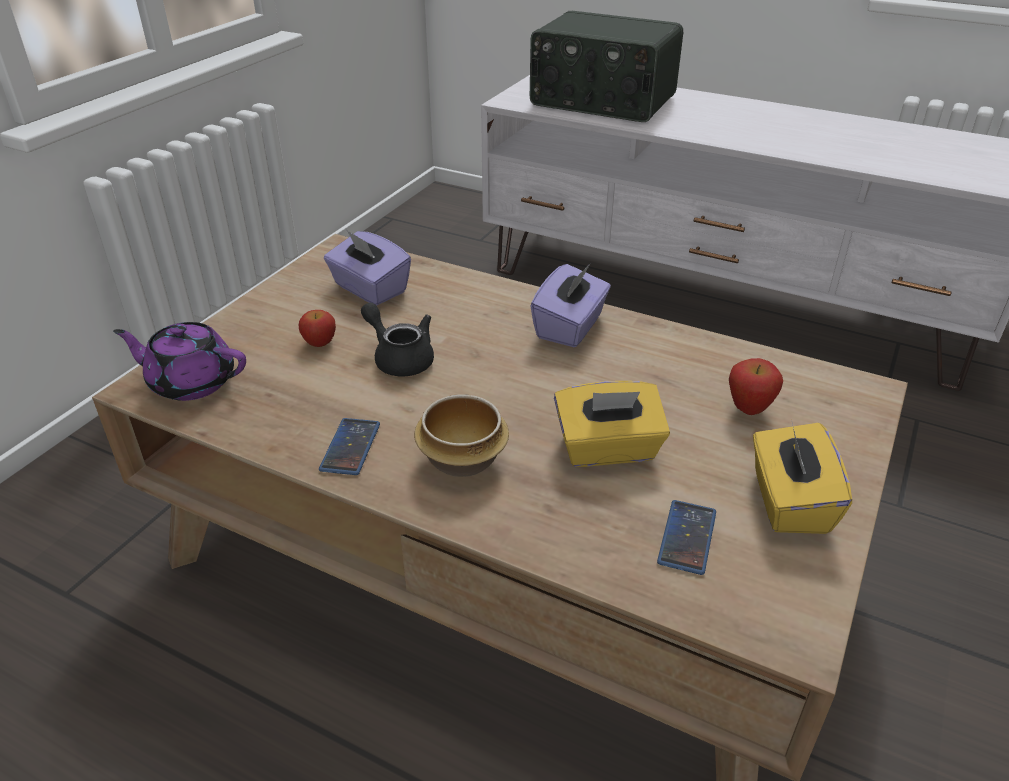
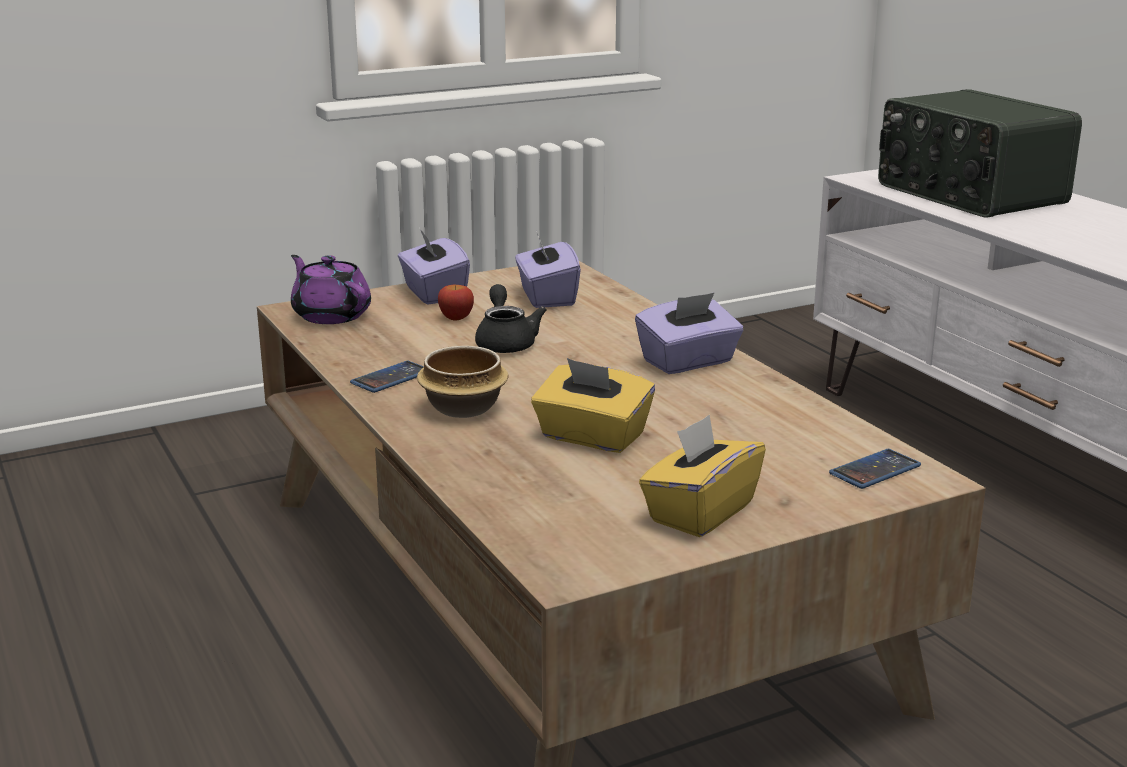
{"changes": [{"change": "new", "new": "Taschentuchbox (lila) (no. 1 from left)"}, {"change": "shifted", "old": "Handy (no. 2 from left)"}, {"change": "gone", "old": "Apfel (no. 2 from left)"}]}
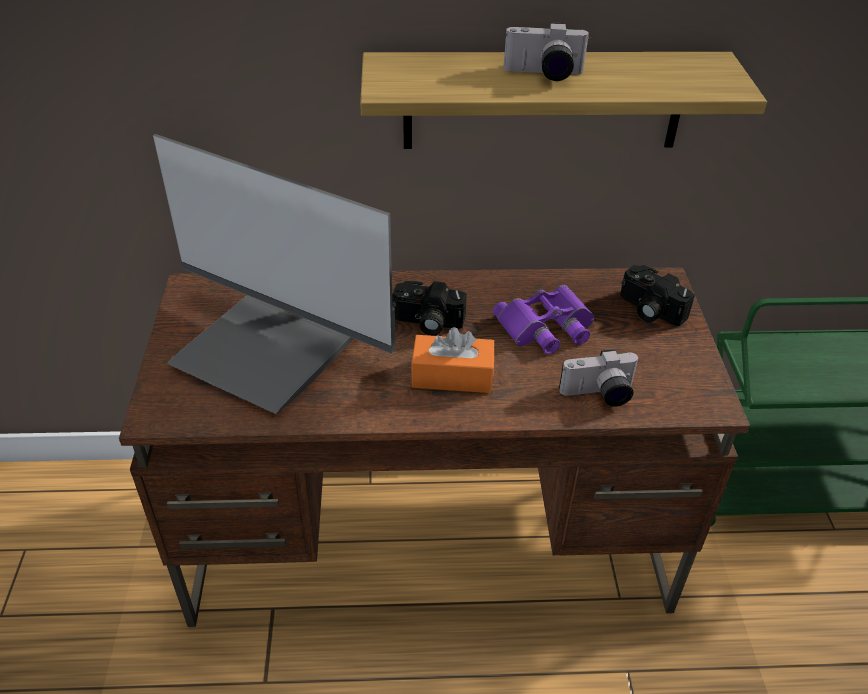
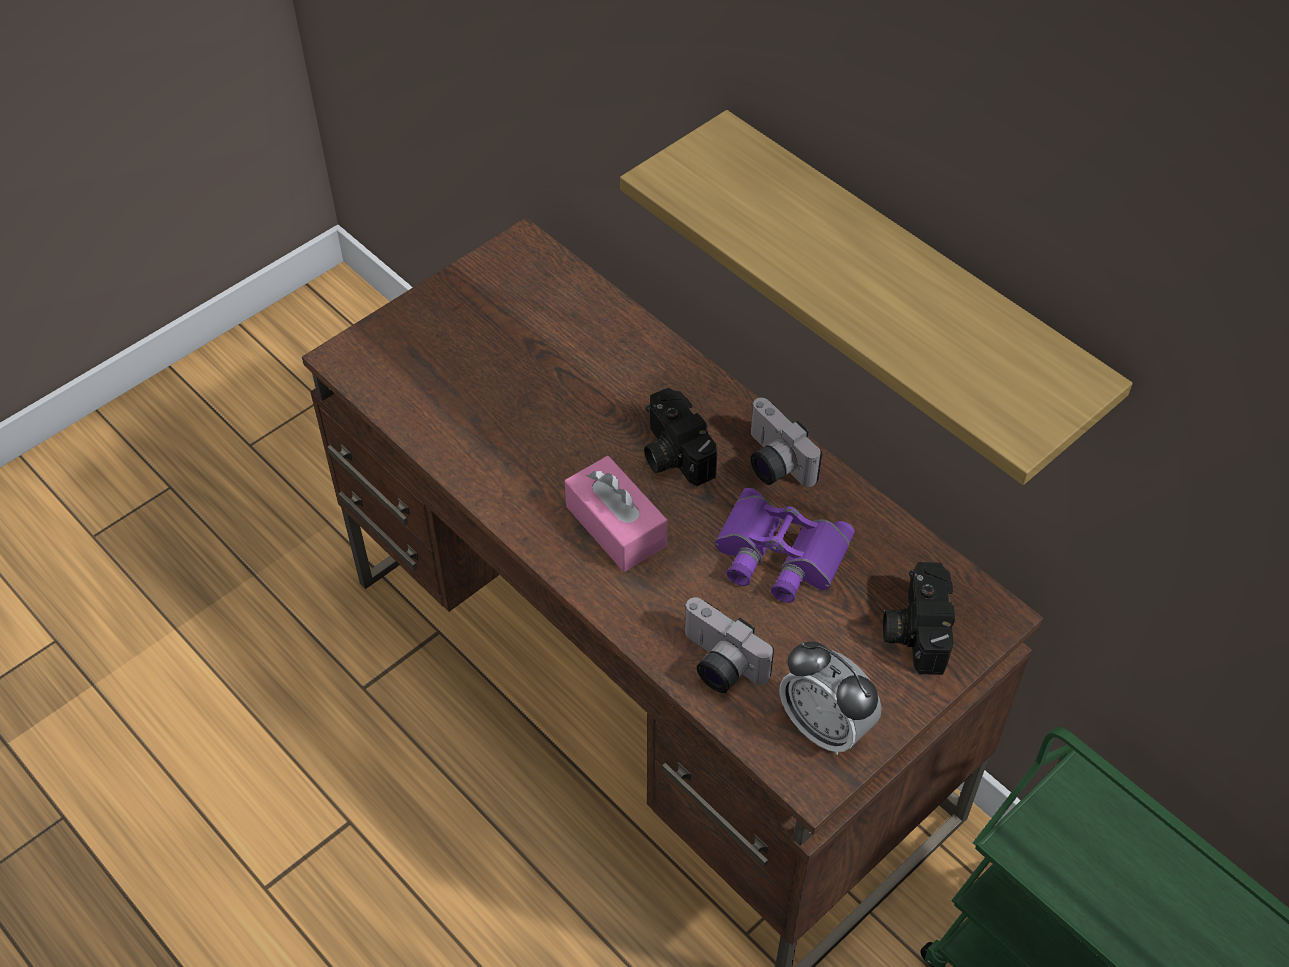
{"changes": [{"change": "repainted", "old": "Taschentuchbox (orange)", "new": "Taschentuchbox (rosa)"}, {"change": "shifted", "old": "Kamera (no. 2 from left in the first image)", "new": "Kamera (no. 3 from left)"}, {"change": "new", "new": "Wecker"}, {"change": "gone", "old": "Monitor"}]}
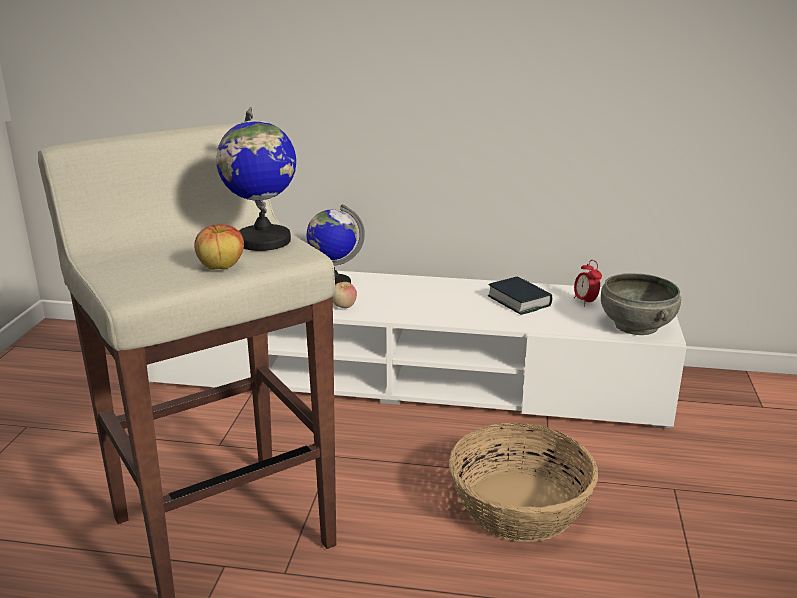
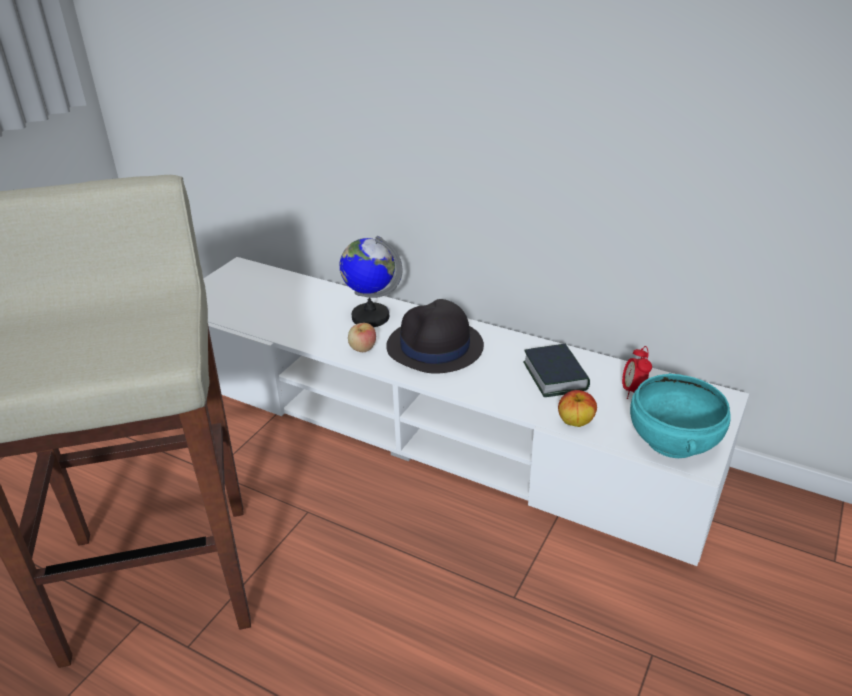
{"changes": [{"change": "new", "new": "Hut (schwarz)"}, {"change": "shifted", "old": "Apfel (no. 1 from left in the first image)", "new": "Apfel (no. 2 from left)"}, {"change": "repainted", "old": "Schüssel (grau)", "new": "Schüssel (türkis)"}, {"change": "gone", "old": "Globus (no. 1 from left)"}, {"change": "gone", "old": "Korb"}]}
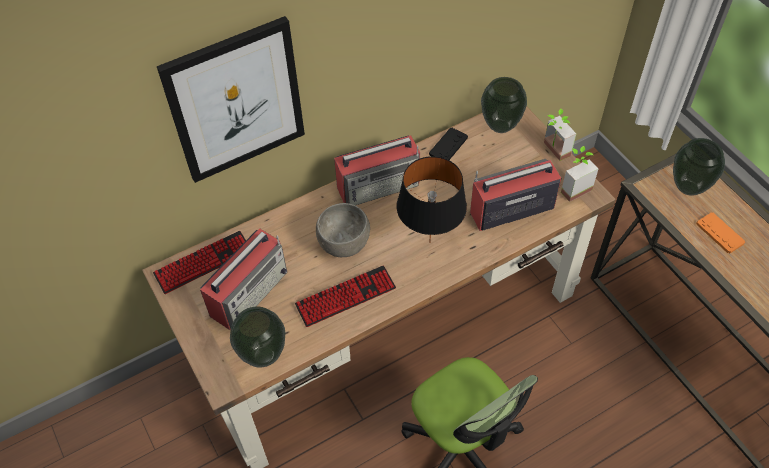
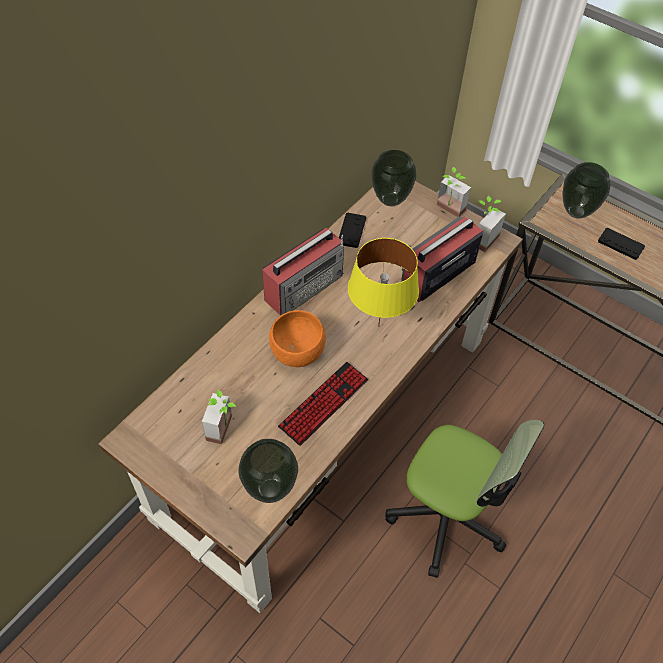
{"changes": [{"change": "swapped", "old": "Radio (no. 1 from left)", "new": "Topfpflanze (no. 1 from left)"}, {"change": "repainted", "old": "Schüssel (grau)", "new": "Schüssel (orange)"}, {"change": "repainted", "old": "Tischlampe (schwarz)", "new": "Tischlampe (gelb)"}, {"change": "repainted", "old": "Gamepad (orange)", "new": "Gamepad (schwarz) (no. 2 from left)"}, {"change": "gone", "old": "Tastatur (no. 1 from left)"}, {"change": "gone", "old": "Bild"}]}
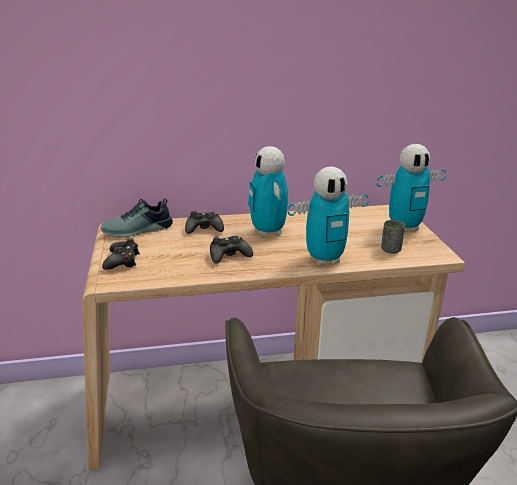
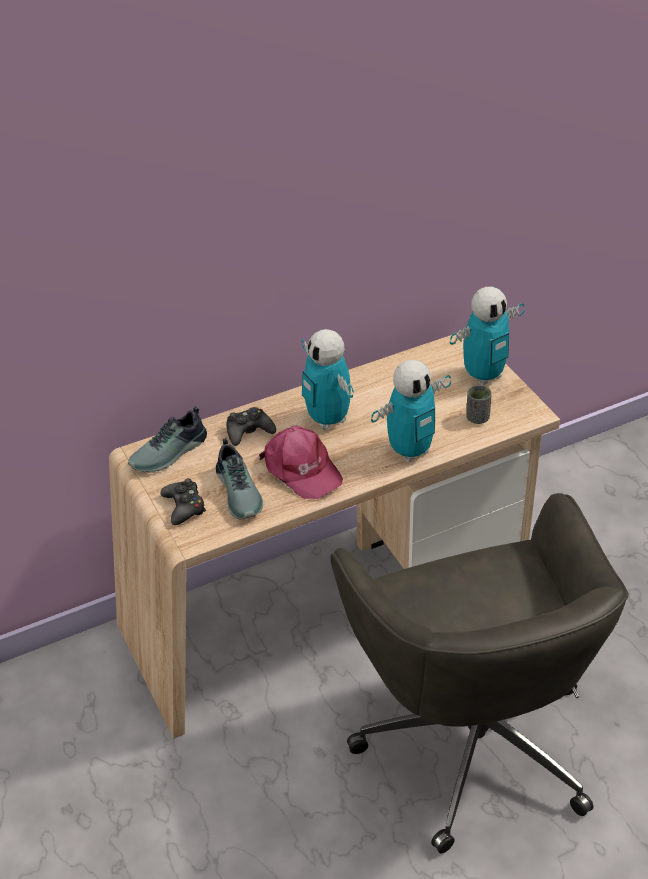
{"changes": [{"change": "new", "new": "Schuh (no. 2 from left)"}, {"change": "swapped", "old": "Gamepad (schwarz) (no. 3 from left)", "new": "Kappe (rosa)"}]}
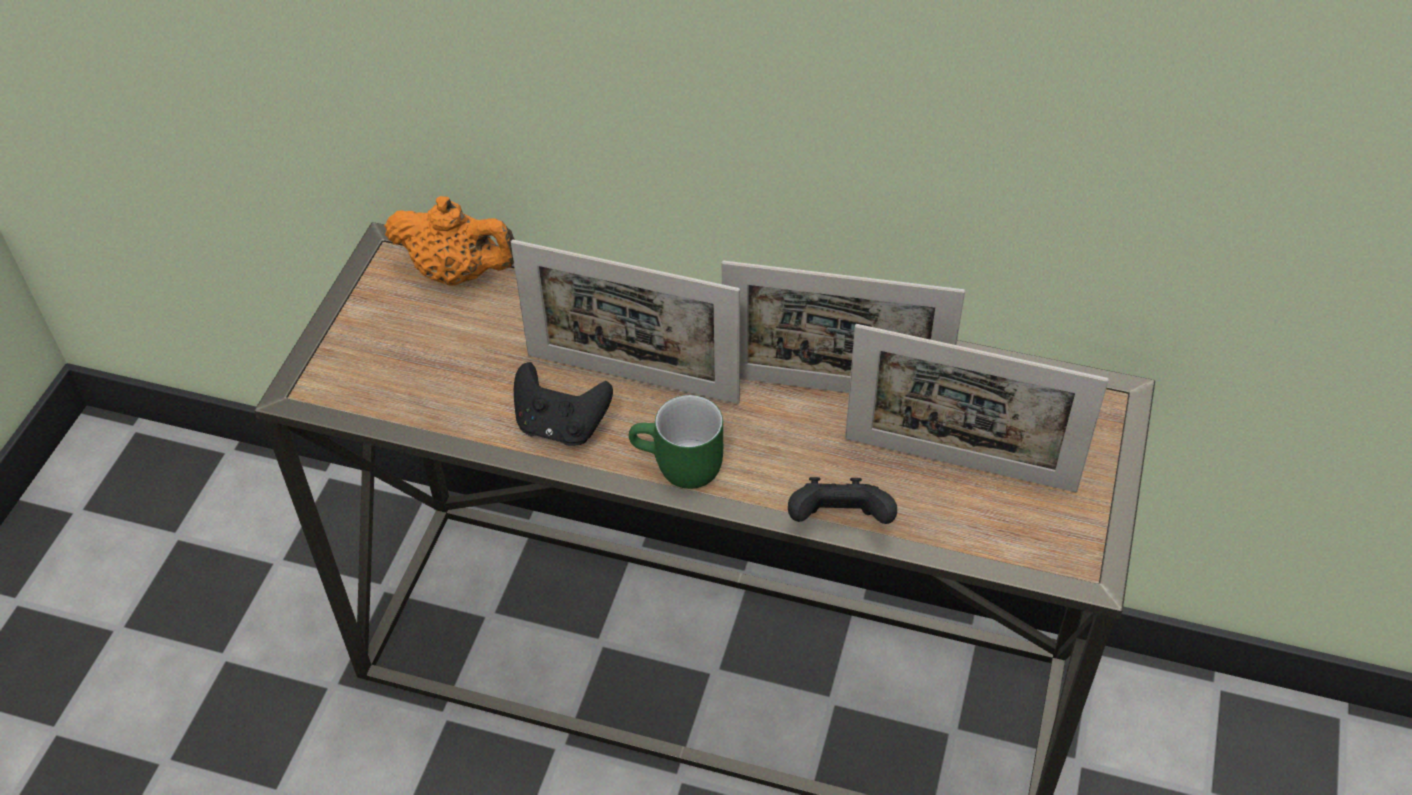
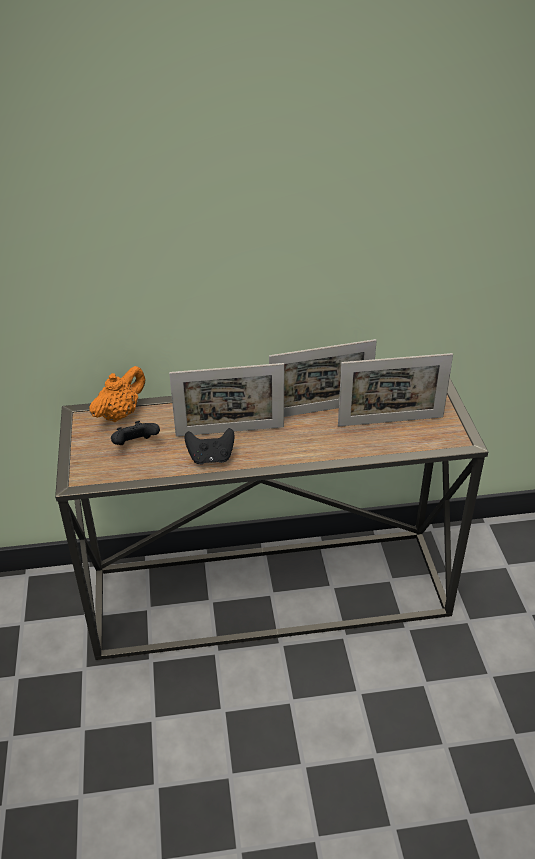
{"changes": [{"change": "rotated", "old": "Teekanne (orange)", "degrees": -45}, {"change": "shifted", "old": "Gamepad (schwarz) (no. 2 from left in the first image)", "new": "Gamepad (schwarz) (no. 1 from left)"}, {"change": "gone", "old": "Henkelbecher (grün)"}]}
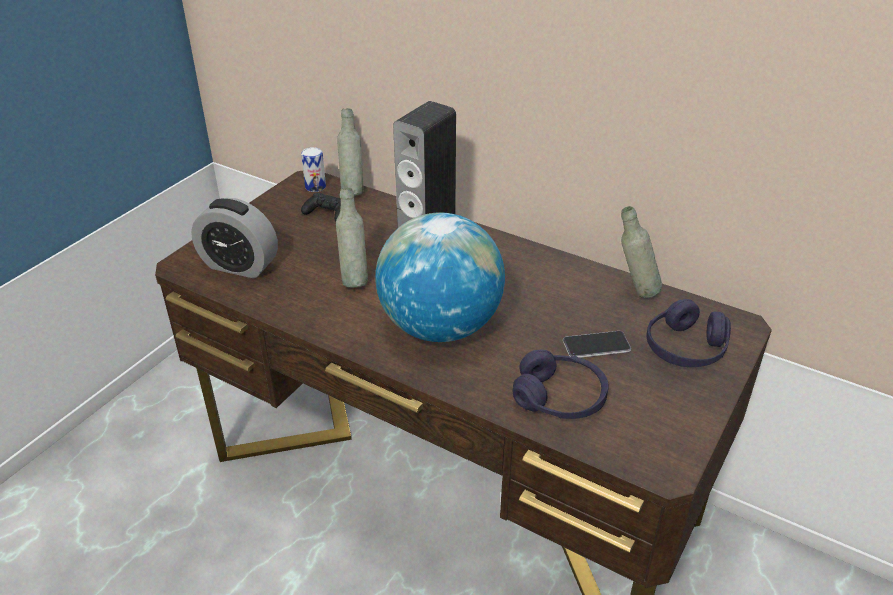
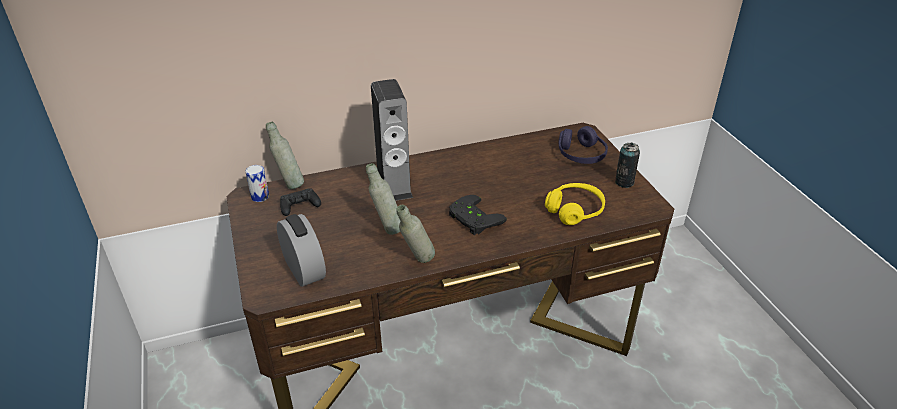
{"changes": [{"change": "rotated", "old": "Wecker", "degrees": -90}, {"change": "shifted", "old": "Flasche (grau) (no. 3 from left)"}, {"change": "swapped", "old": "Globus", "new": "Gamepad (schwarz) (no. 2 from left)"}, {"change": "repainted", "old": "Kopfhörer (lila) (no. 1 from left)", "new": "Kopfhörer (gelb)"}, {"change": "new", "new": "Dose (no. 2 from left)"}, {"change": "gone", "old": "Handy"}]}
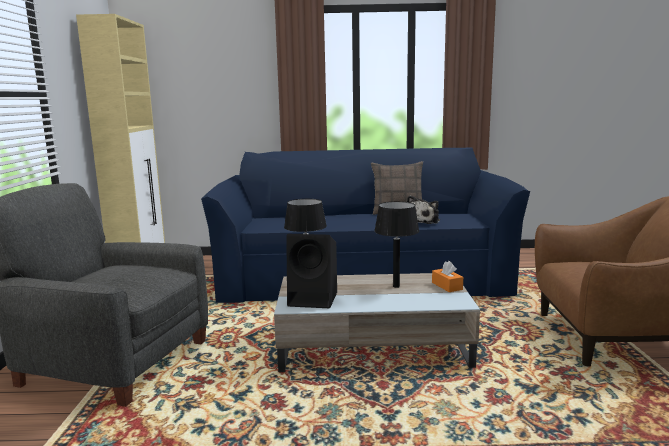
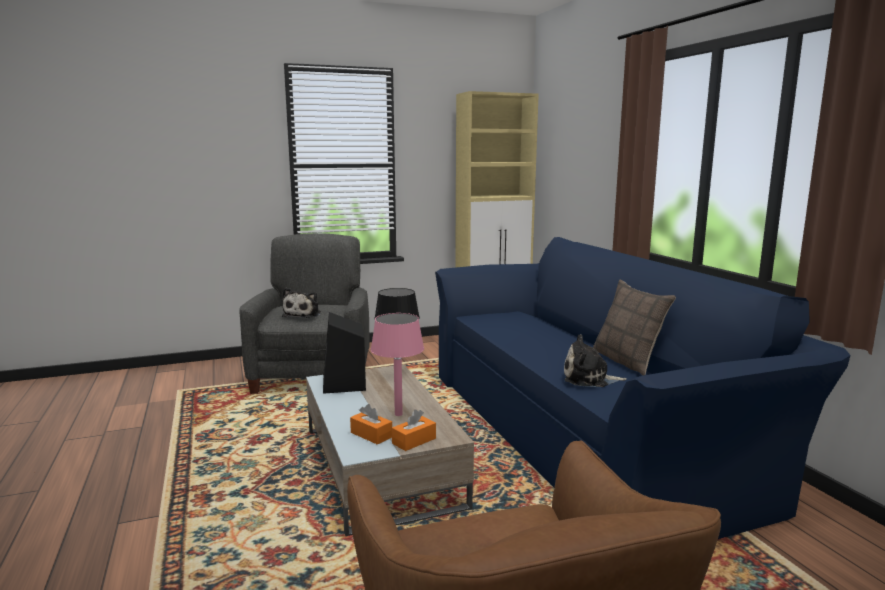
{"changes": [{"change": "new", "new": "Plüschtier (no. 1 from left)"}, {"change": "new", "new": "Taschentuchbox (orange) (no. 1 from left)"}, {"change": "repainted", "old": "Tischlampe (schwarz) (no. 2 from left)", "new": "Tischlampe (rosa)"}]}
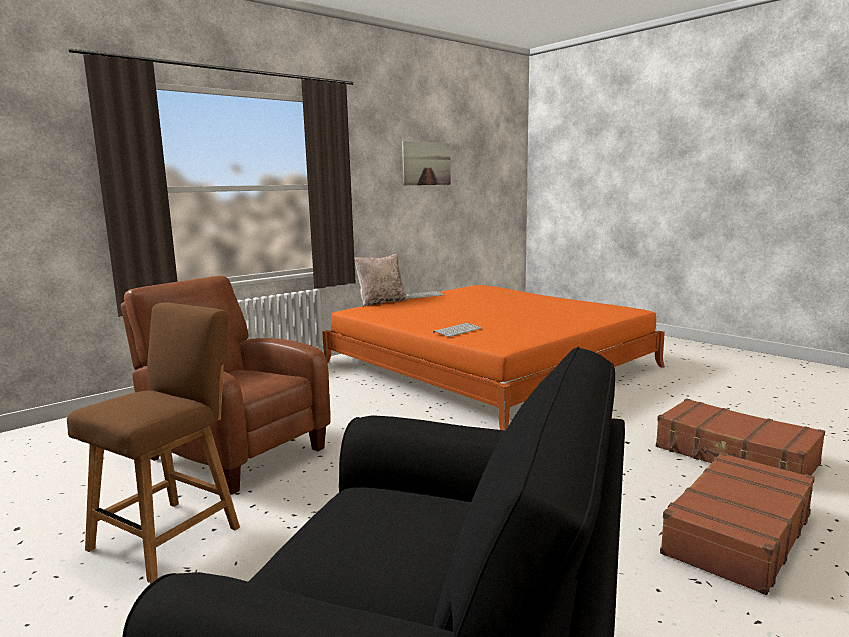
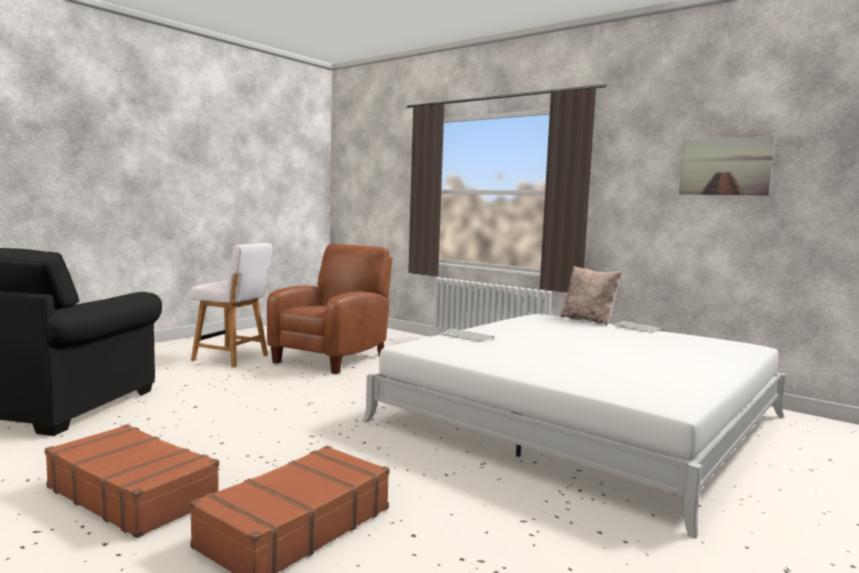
{"changes": [{"change": "repainted", "old": "Stuhl (braun)", "new": "Stuhl (weiß)"}, {"change": "repainted", "old": "Bett (orange)", "new": "Bett (weiß)"}]}
